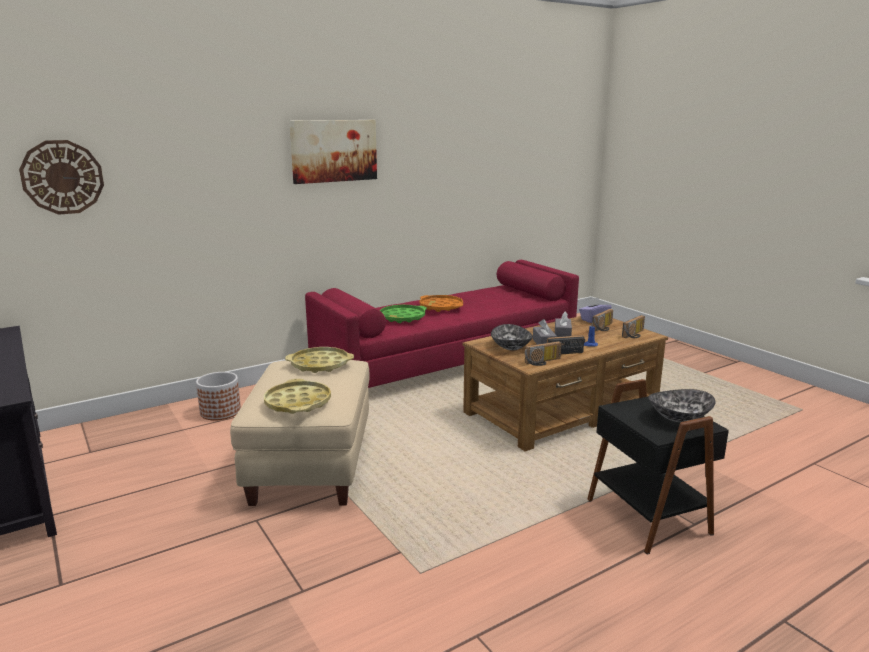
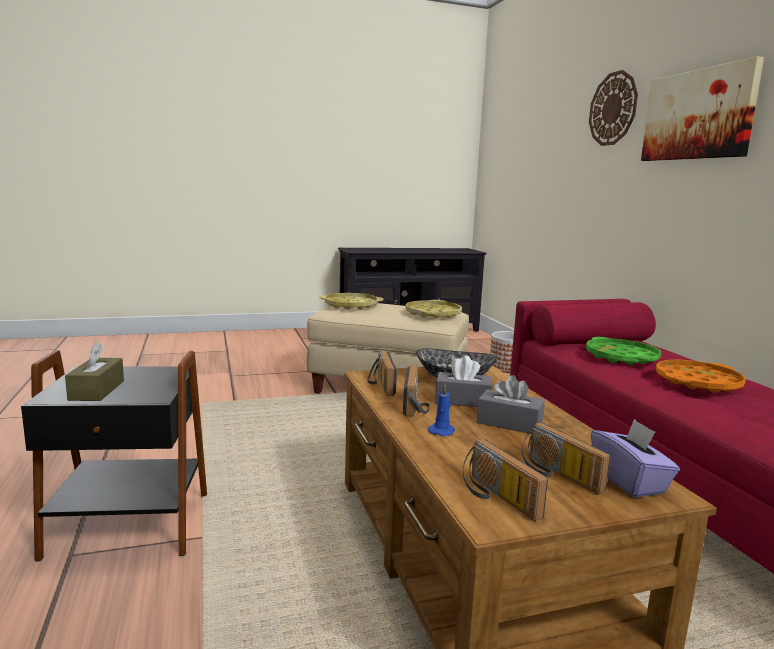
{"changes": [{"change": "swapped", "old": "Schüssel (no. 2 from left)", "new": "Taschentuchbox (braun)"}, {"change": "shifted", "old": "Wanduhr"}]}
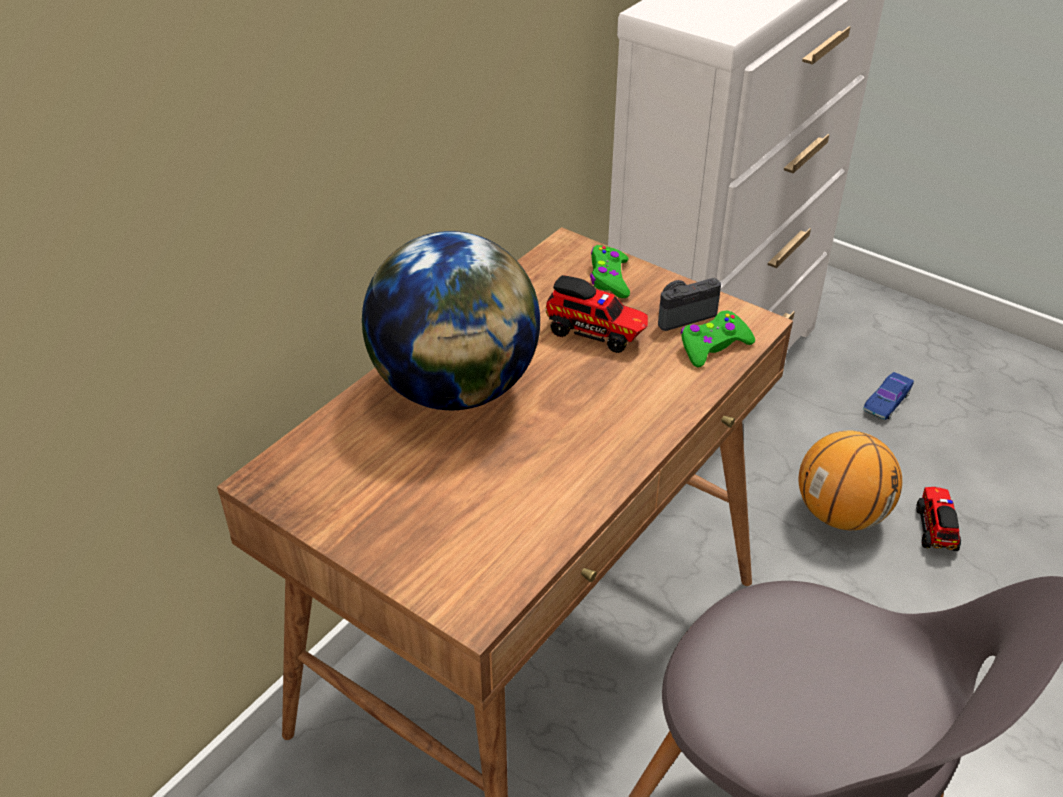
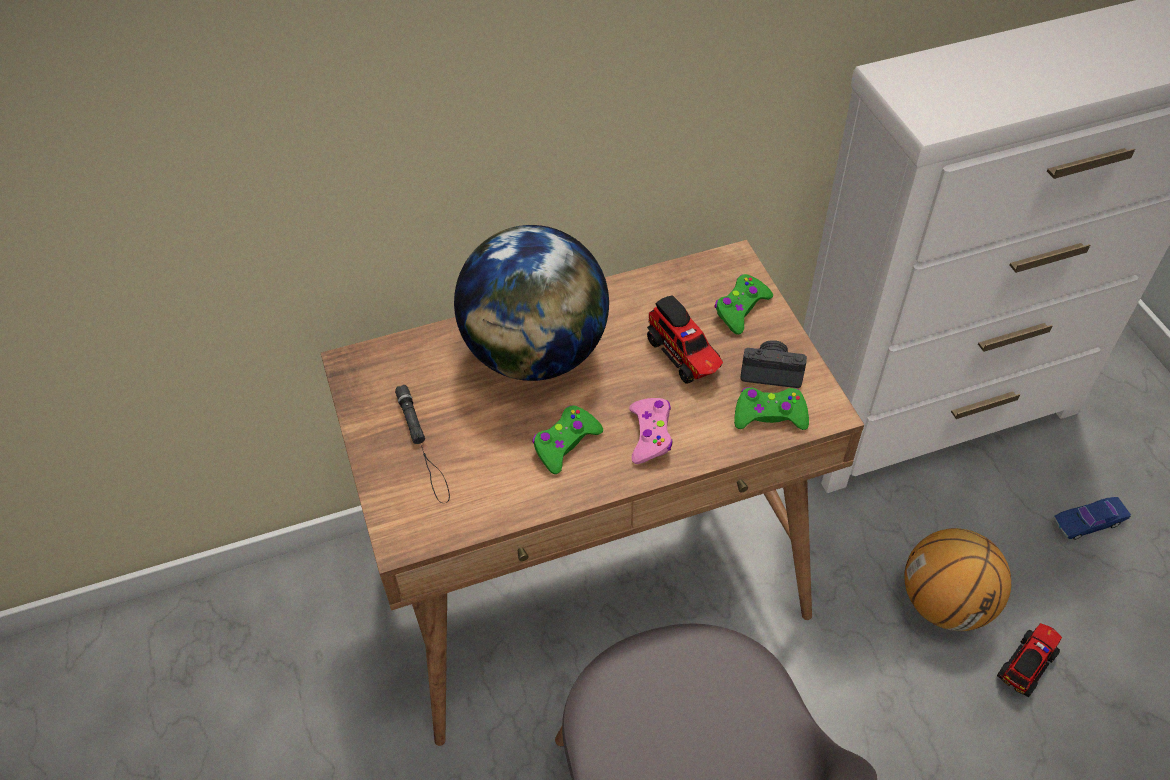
{"changes": [{"change": "new", "new": "Taschenlampe (schwarz)"}, {"change": "new", "new": "Gamepad (grün) (no. 1 from left)"}, {"change": "new", "new": "Gamepad (rosa)"}]}
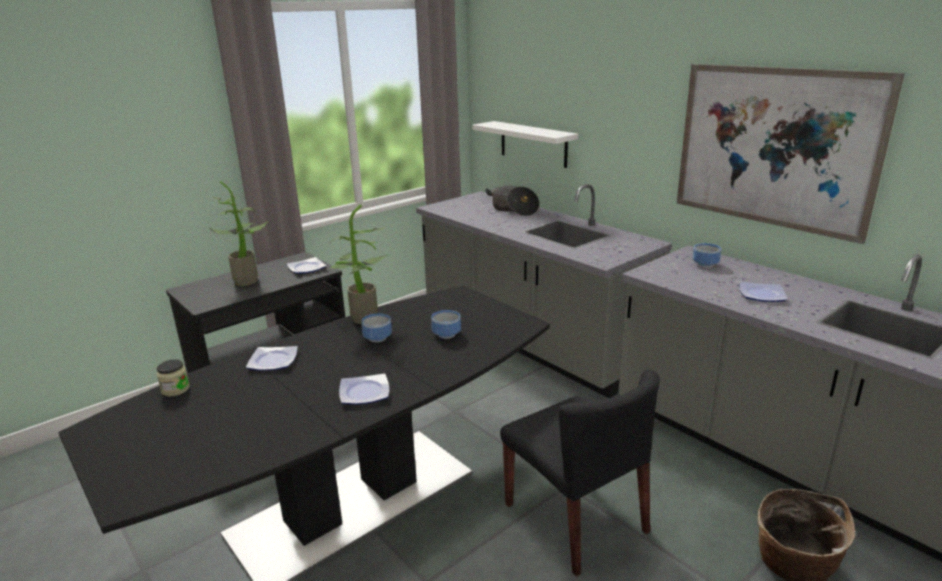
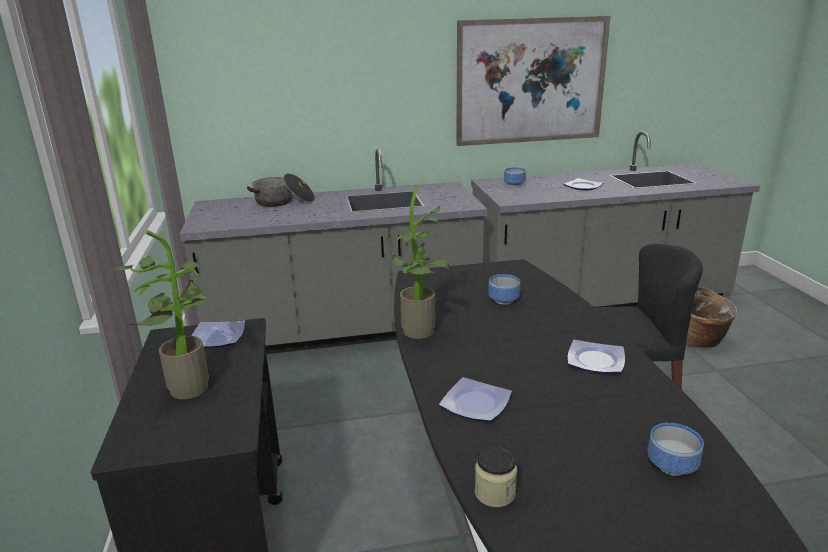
{"changes": [{"change": "shifted", "old": "Schüssel (no. 1 from left in the first image)", "new": "Schüssel (no. 3 from left)"}, {"change": "gone", "old": "Wandregal (weiß)"}]}
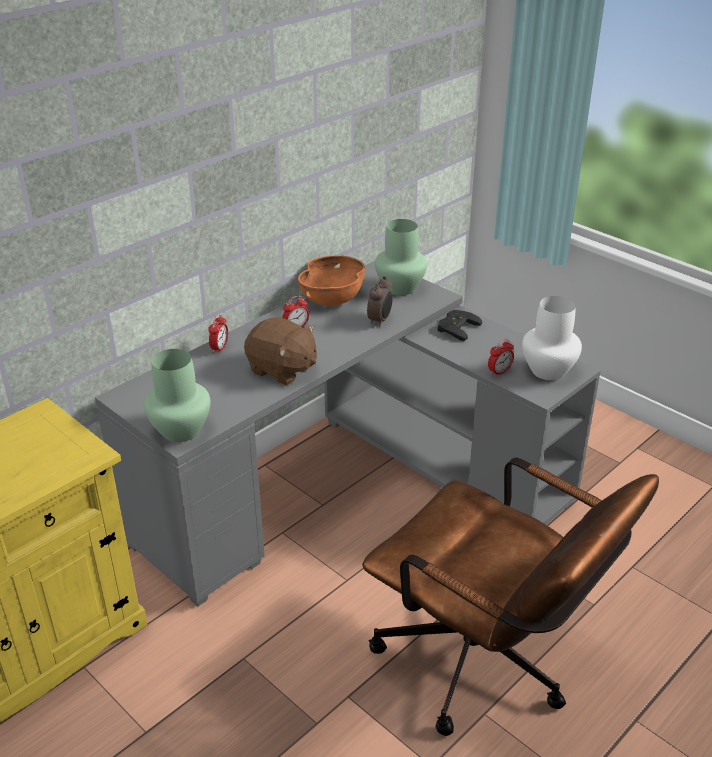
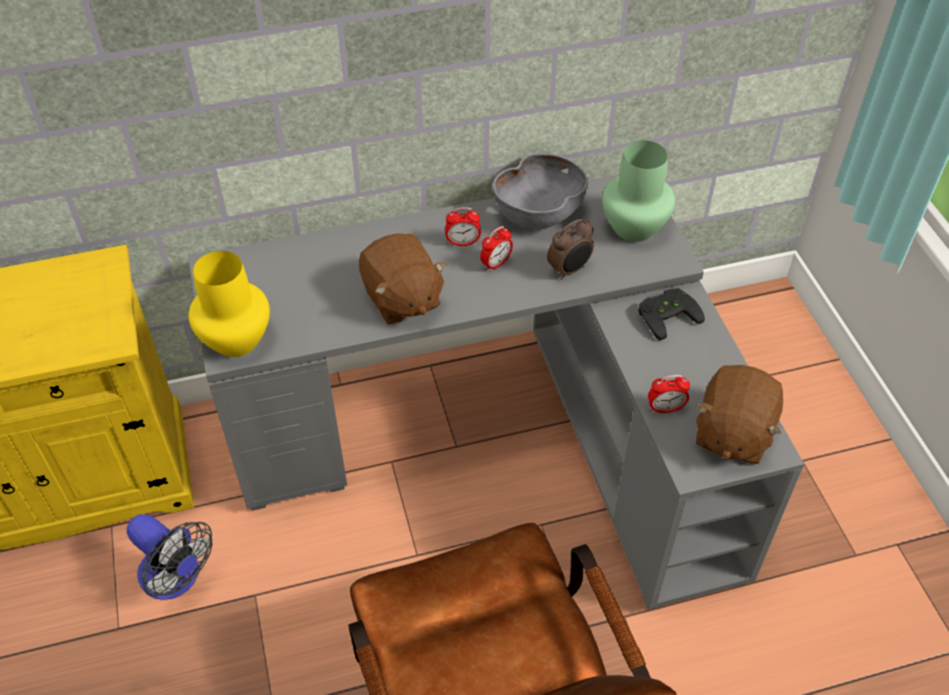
{"changes": [{"change": "new", "new": "Ventilator"}, {"change": "repainted", "old": "Vase (grün) (no. 1 from left)", "new": "Vase (gelb)"}, {"change": "shifted", "old": "Wecker (no. 1 from left in the first image)", "new": "Wecker (no. 2 from left)"}, {"change": "repainted", "old": "Schüssel (orange)", "new": "Schüssel (grau)"}, {"change": "swapped", "old": "Vase (weiß)", "new": "Plüschtier (braun) (no. 2 from left)"}]}
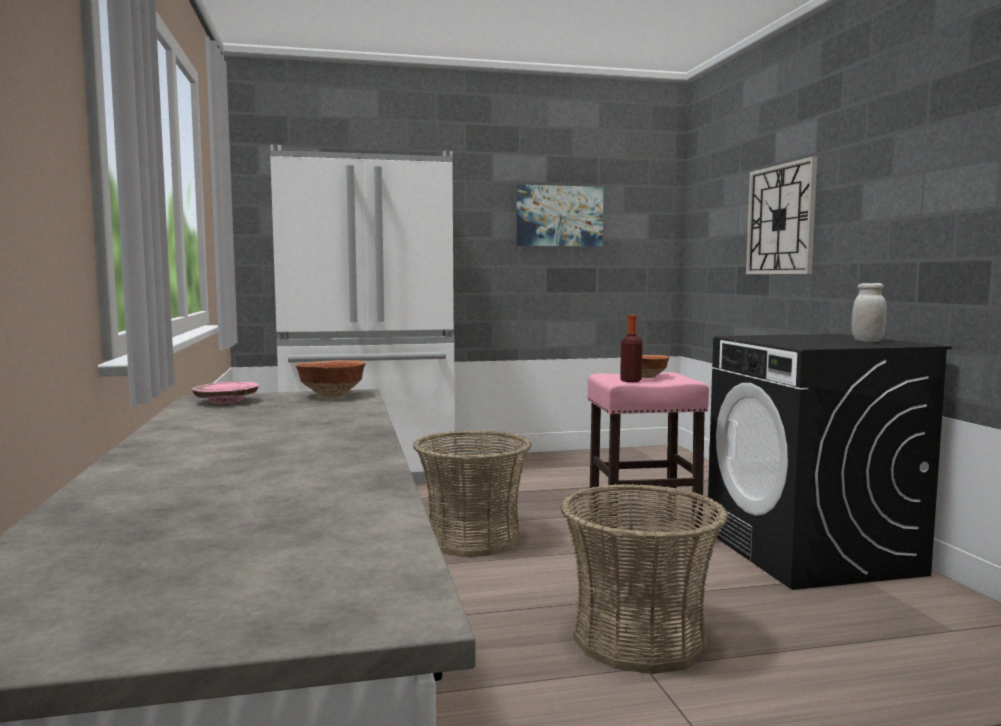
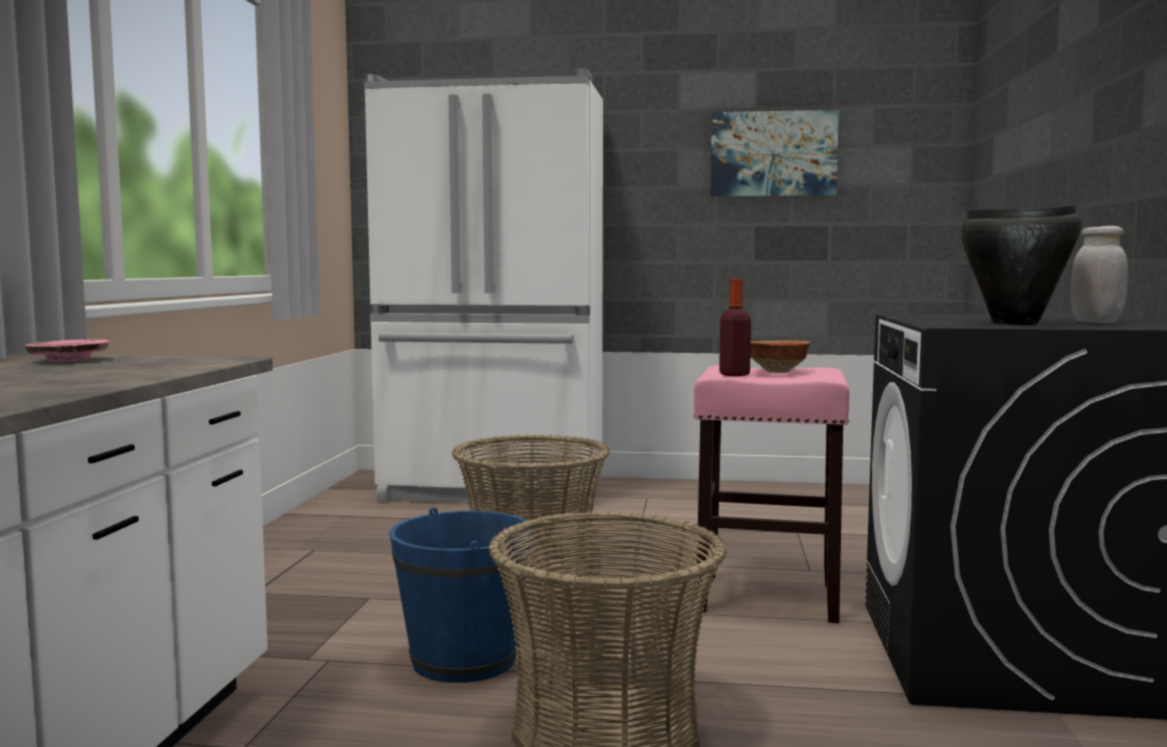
{"changes": [{"change": "new", "new": "Eimer (blau)"}, {"change": "new", "new": "Kochtopf (schwarz)"}, {"change": "gone", "old": "Schüssel (no. 1 from left)"}, {"change": "gone", "old": "Wanduhr"}]}
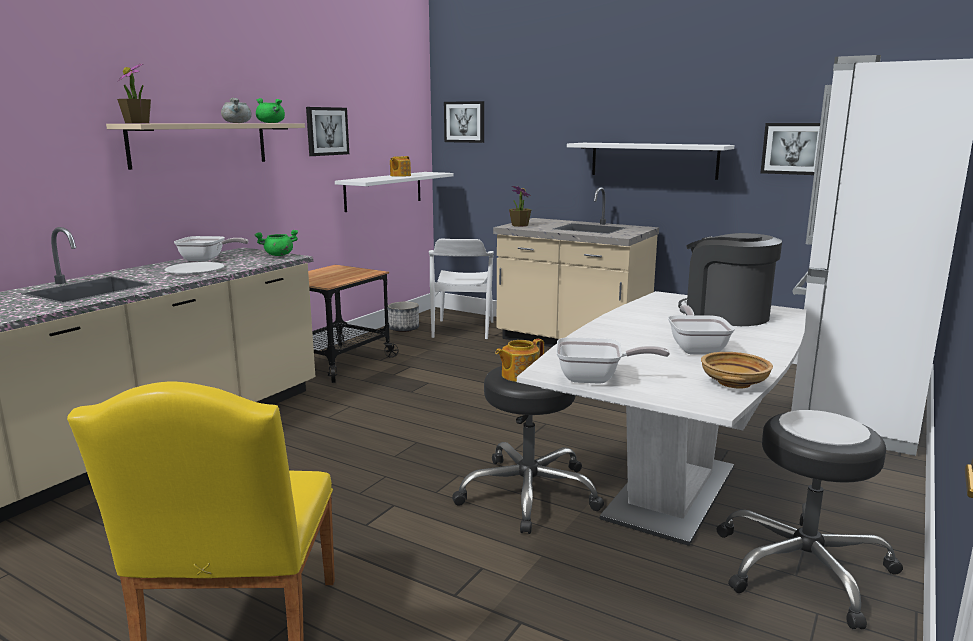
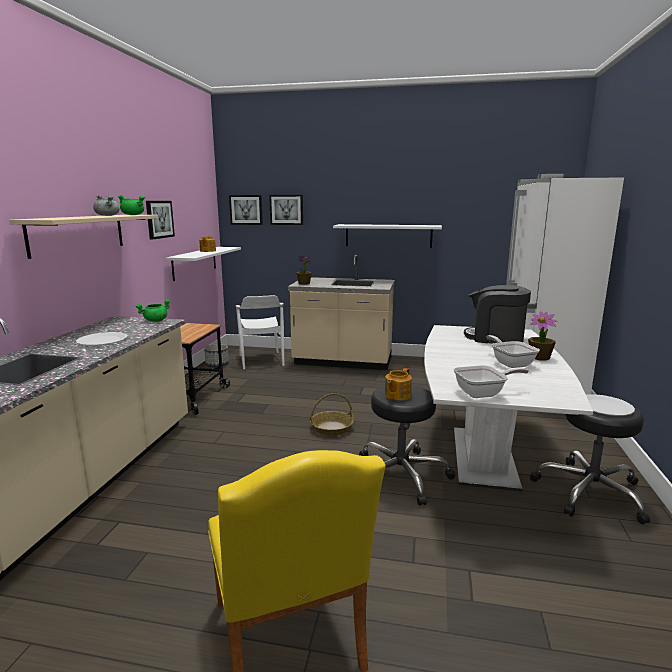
{"changes": [{"change": "shifted", "old": "Bild (no. 3 from left)"}, {"change": "new", "new": "Korb"}, {"change": "shifted", "old": "Topfpflanze (no. 1 from left in the first image)", "new": "Topfpflanze (no. 2 from left)"}, {"change": "gone", "old": "Pfanne (no. 1 from left)"}, {"change": "gone", "old": "Schüssel (beige)"}]}
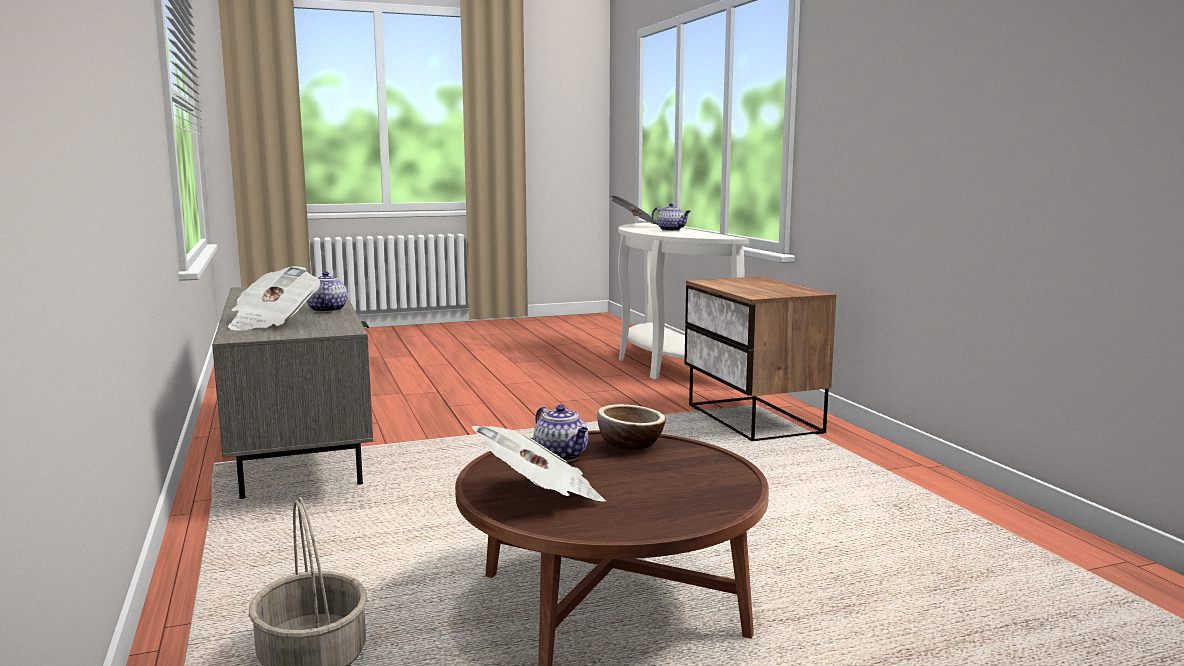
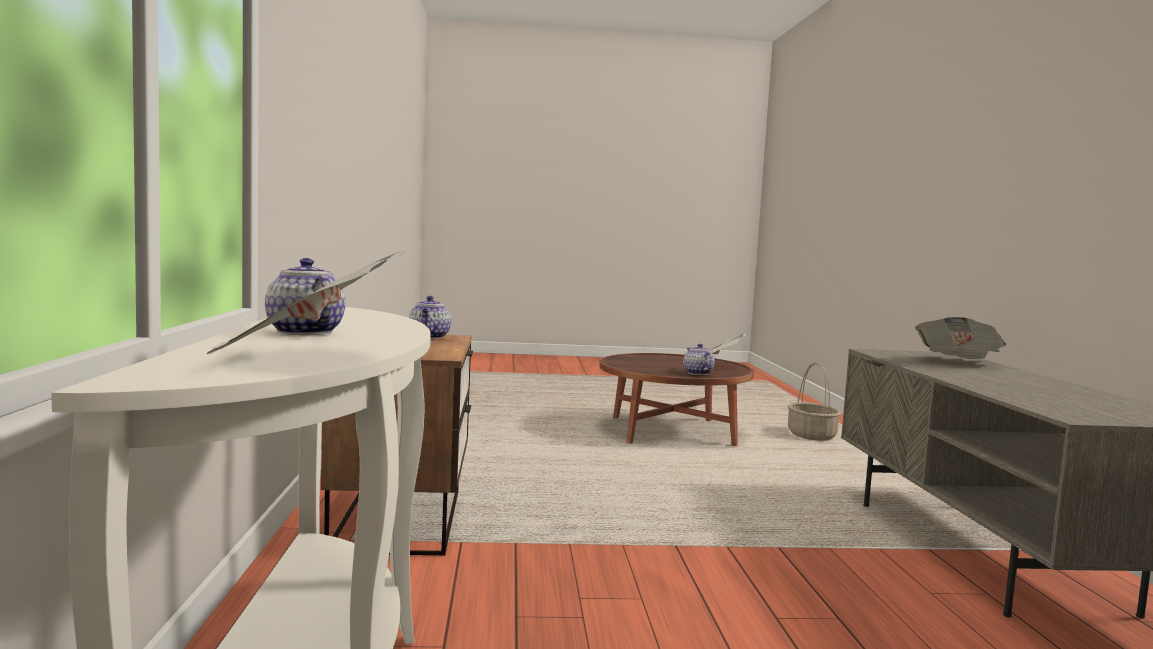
{"changes": [{"change": "shifted", "old": "Teekanne (no. 1 from left in the first image)", "new": "Teekanne (no. 2 from left)"}, {"change": "gone", "old": "Schüssel"}]}
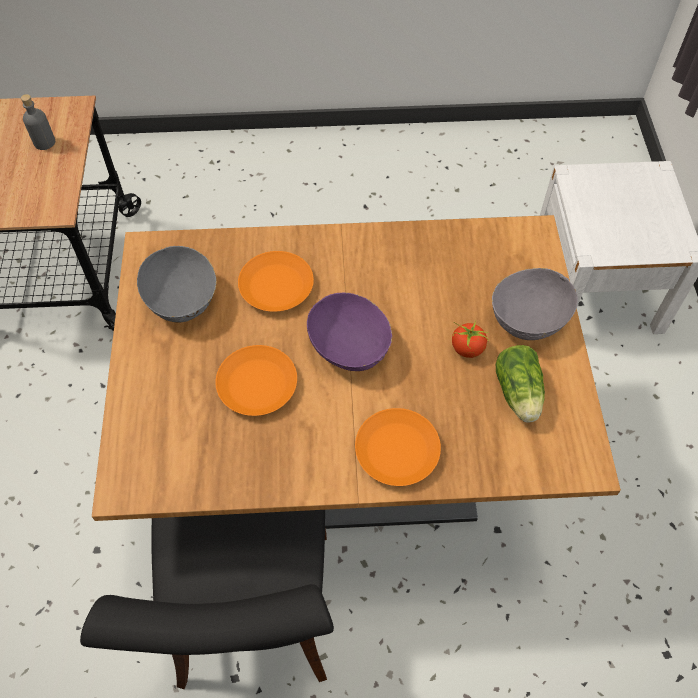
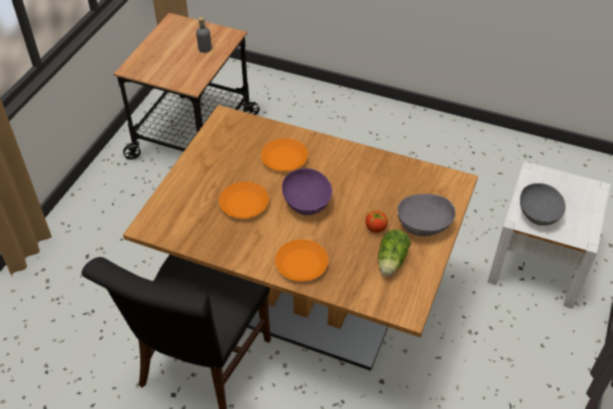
{"changes": [{"change": "shifted", "old": "Schüssel (grau) (no. 1 from left in the first image)", "new": "Schüssel (grau) (no. 2 from left)"}]}
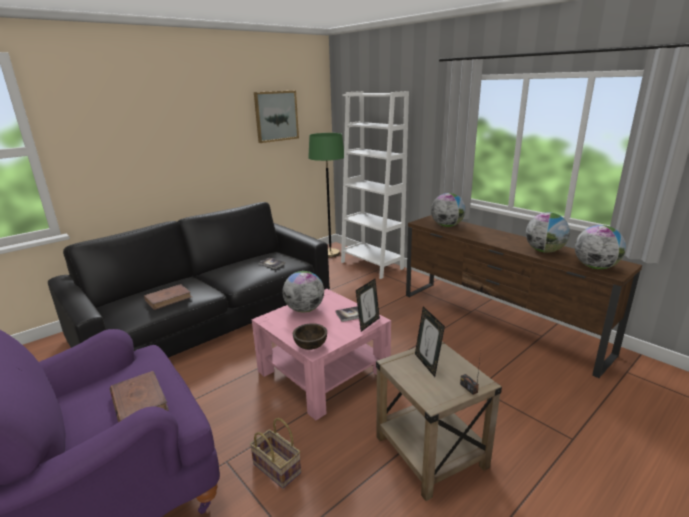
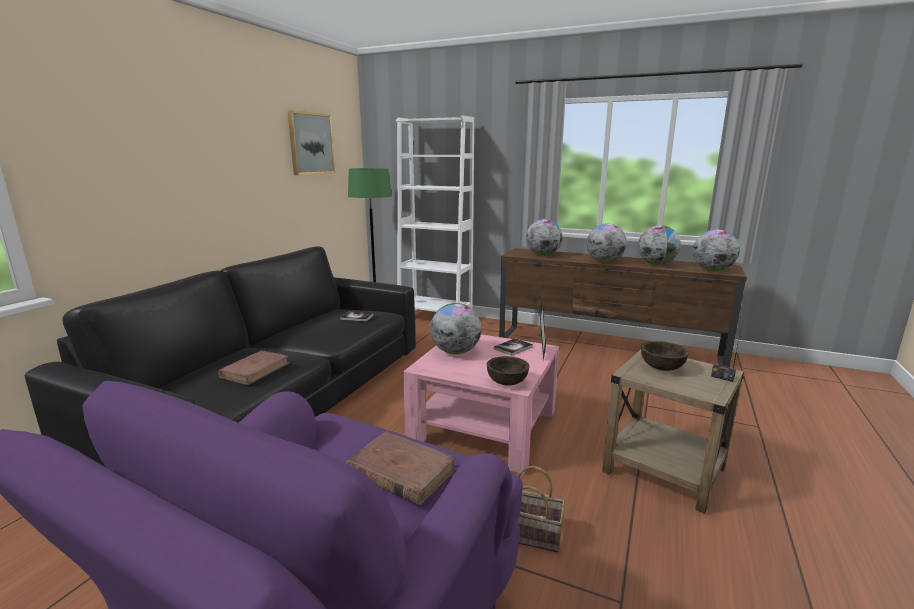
{"changes": [{"change": "new", "new": "Globus (no. 3 from left)"}, {"change": "swapped", "old": "Bilderrahmen (no. 2 from left)", "new": "Schüssel (braun) (no. 2 from left)"}]}
